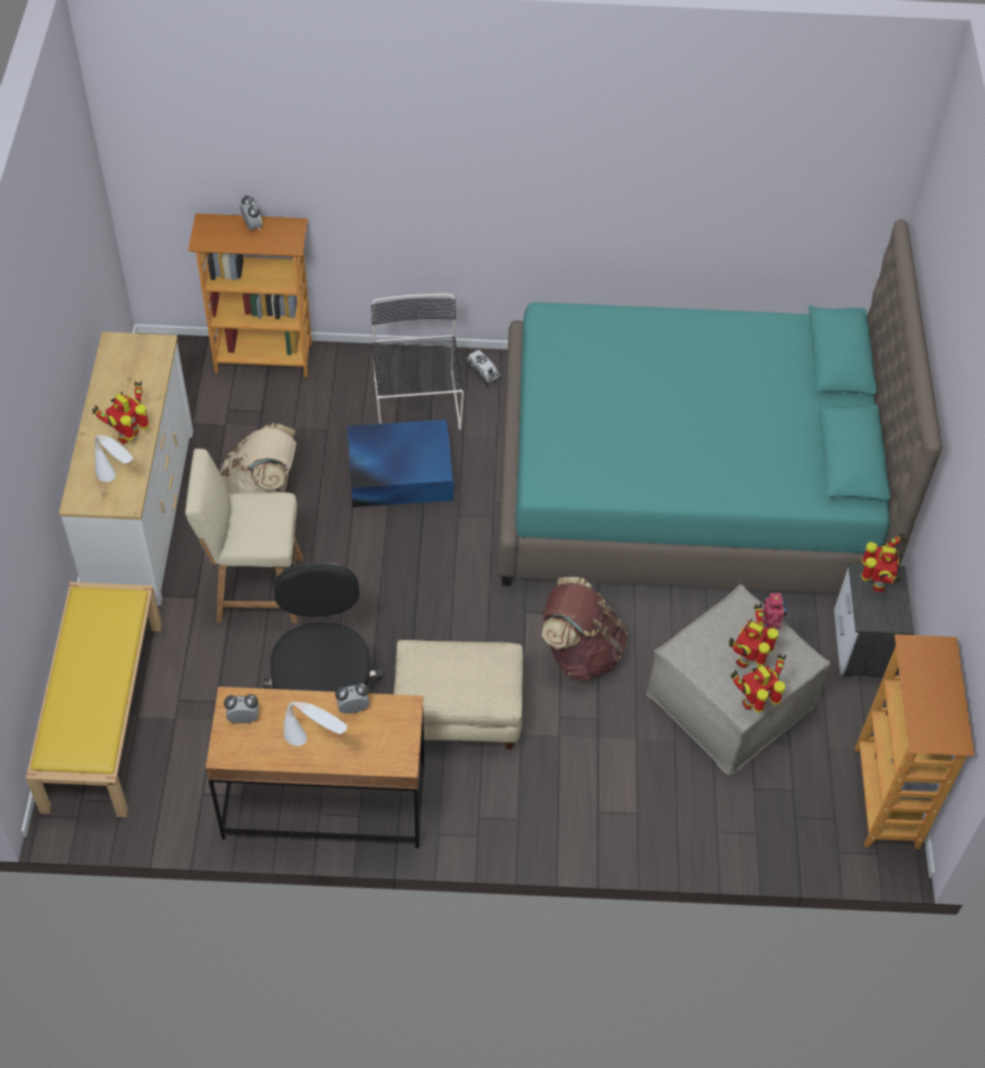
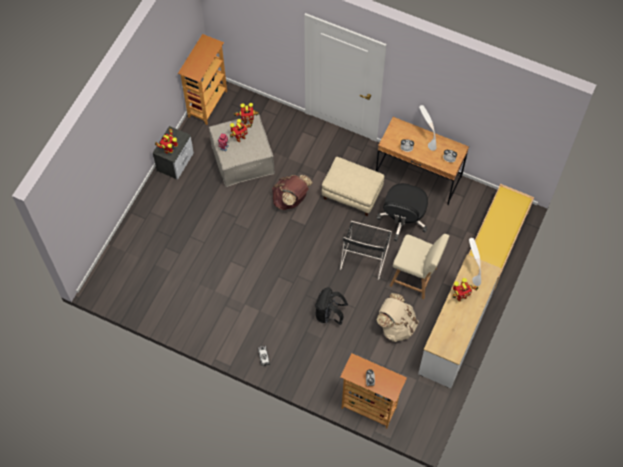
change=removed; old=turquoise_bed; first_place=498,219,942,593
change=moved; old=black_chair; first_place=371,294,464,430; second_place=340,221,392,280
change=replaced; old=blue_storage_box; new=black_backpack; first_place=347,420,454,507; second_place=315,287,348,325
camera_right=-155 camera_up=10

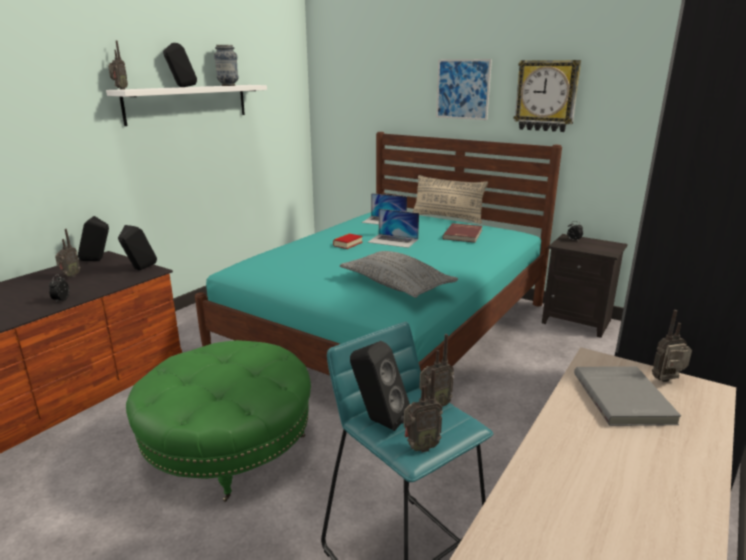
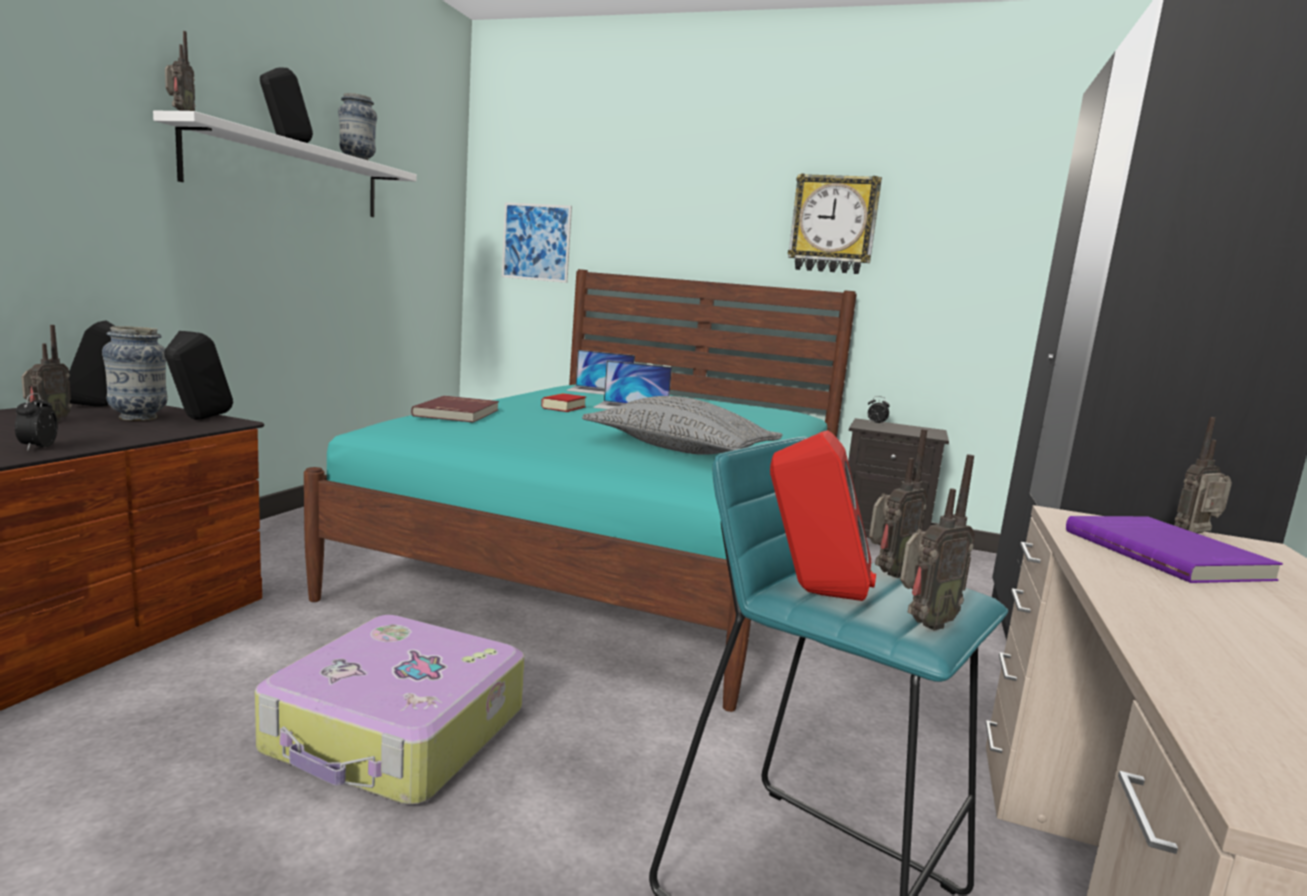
change=removed; old=beige_pillow; first_place=412,175,488,224
change=added; new=vase; second_place=102,326,168,421
change=moved; old=picture; first_place=436,59,492,120; second_place=502,202,572,283
change=moved; old=red_book; first_place=443,223,482,242; second_place=411,396,499,422
change=replaced; old=green_ottoman; new=suitcase; first_place=126,340,311,502; second_place=255,615,524,805
change=recoloured; old=black_speaker; new=red_speaker; first_place=350,341,410,431; second_place=770,430,876,601
change=recoloured; old=grey_book; new=purple_book; first_place=574,366,681,426; second_place=1066,516,1283,583
camera_right=-15 camera_up=-10

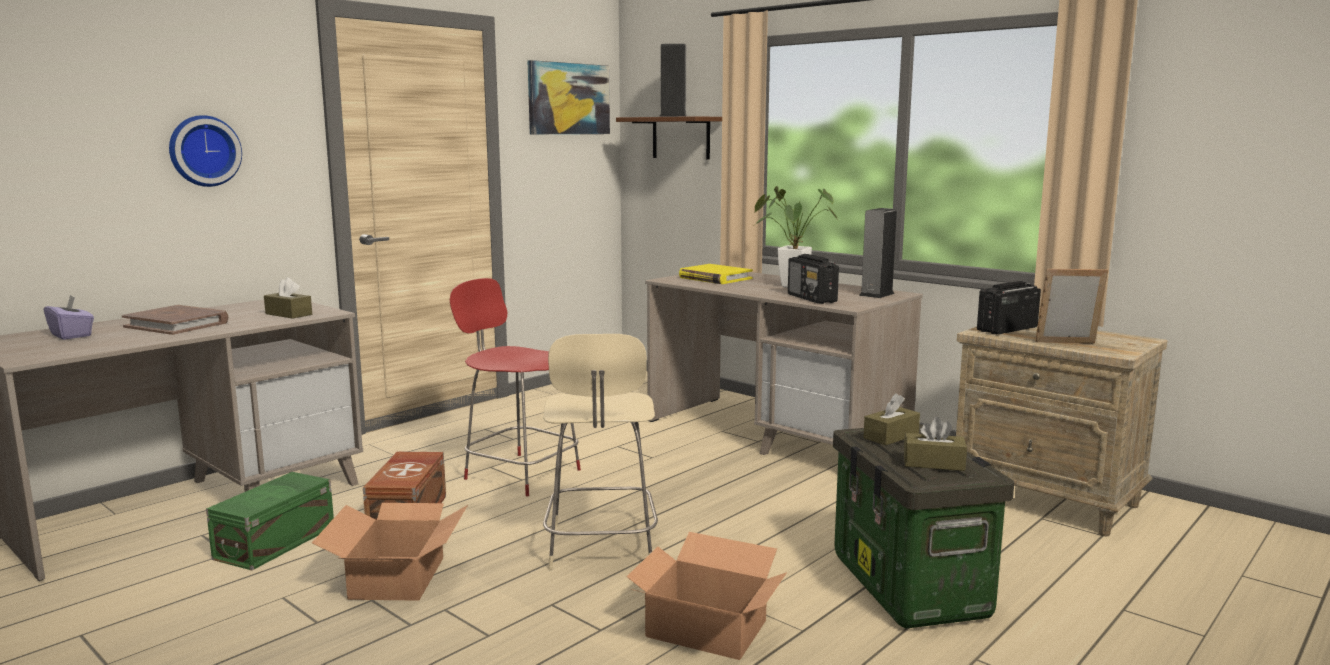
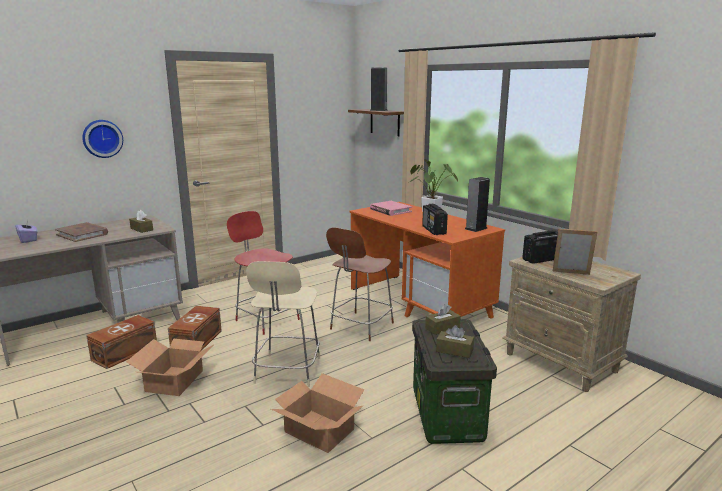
change=removed; old=picture; first_place=528,60,610,134
change=added; new=brown_chair; second_place=326,228,394,341
change=recoloured; old=green_storage_box; new=brown_storage_box; first_place=206,472,334,570; second_place=86,315,157,369
change=recoloured; old=beige_desk; new=orange_desk; first_place=645,272,923,455; second_place=349,202,505,319
change=recoloured; old=yellow_book; new=pink_book; first_place=679,264,753,284; second_place=370,201,412,216
camera_right=10 camera_up=5

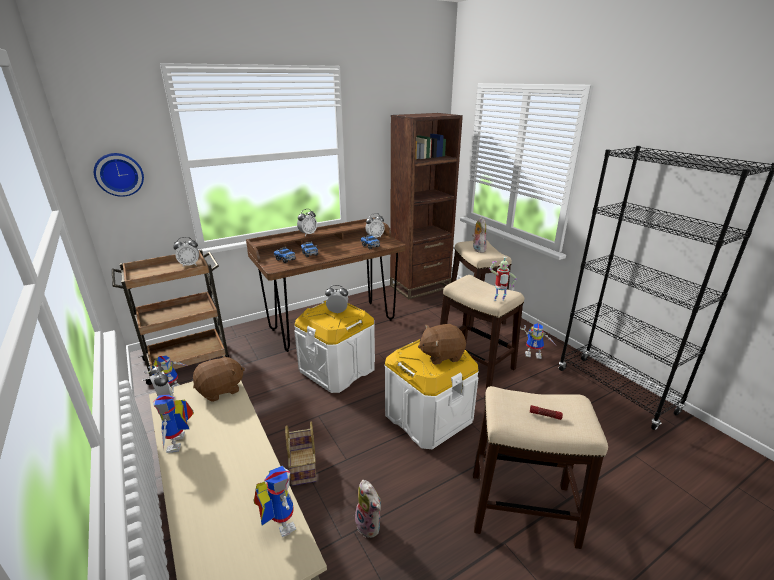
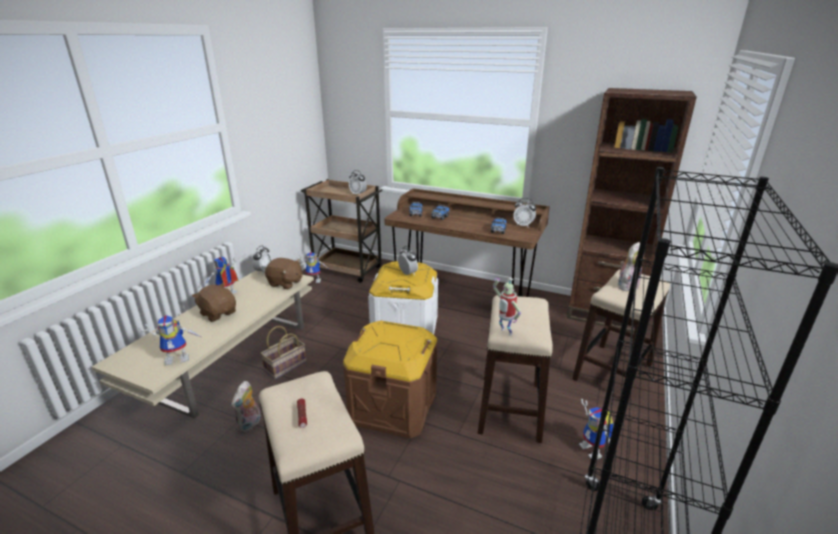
change=removed; old=wall_clock; first_place=94,153,144,197
change=removed; old=alarm_clock; first_place=297,209,317,236
change=moved; old=brown_plush_toy; first_place=418,324,466,365; second_place=192,283,236,322
change=recoloured; old=white_storage_box; new=brown_storage_box; first_place=385,339,479,449; second_place=343,321,437,439
change=turned; old=toy_robot; first_place=253,466,296,537; second_place=139,315,203,365; degrees=45
camera_right=55 camera_up=0

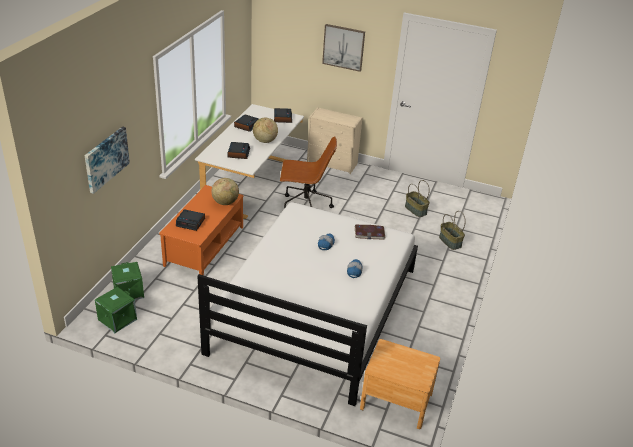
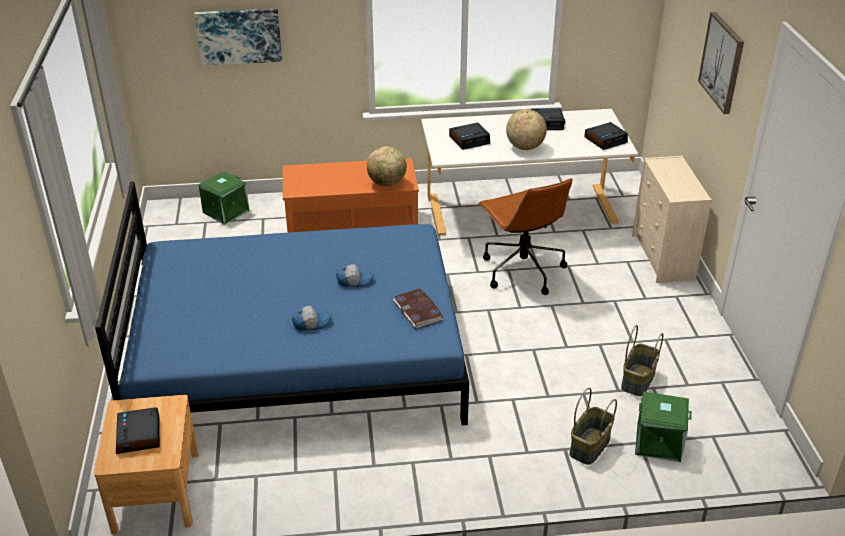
change=moved; old=green_storage_box; first_place=95,287,137,333; second_place=635,392,692,462
change=moved; old=alarm_clock; first_place=176,209,205,231; second_place=116,407,160,454
change=recoloured; old=white_bed; new=blue_bed; first_place=197,202,418,406; second_place=95,181,469,425
camera_right=65 camera_up=0

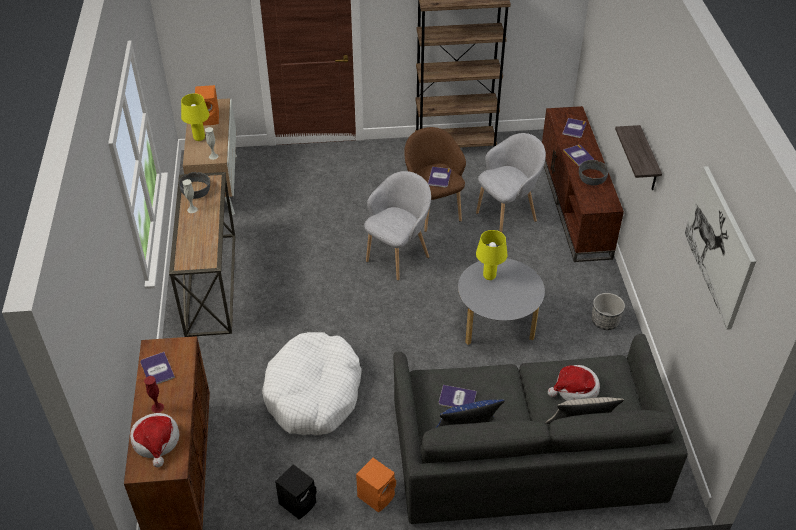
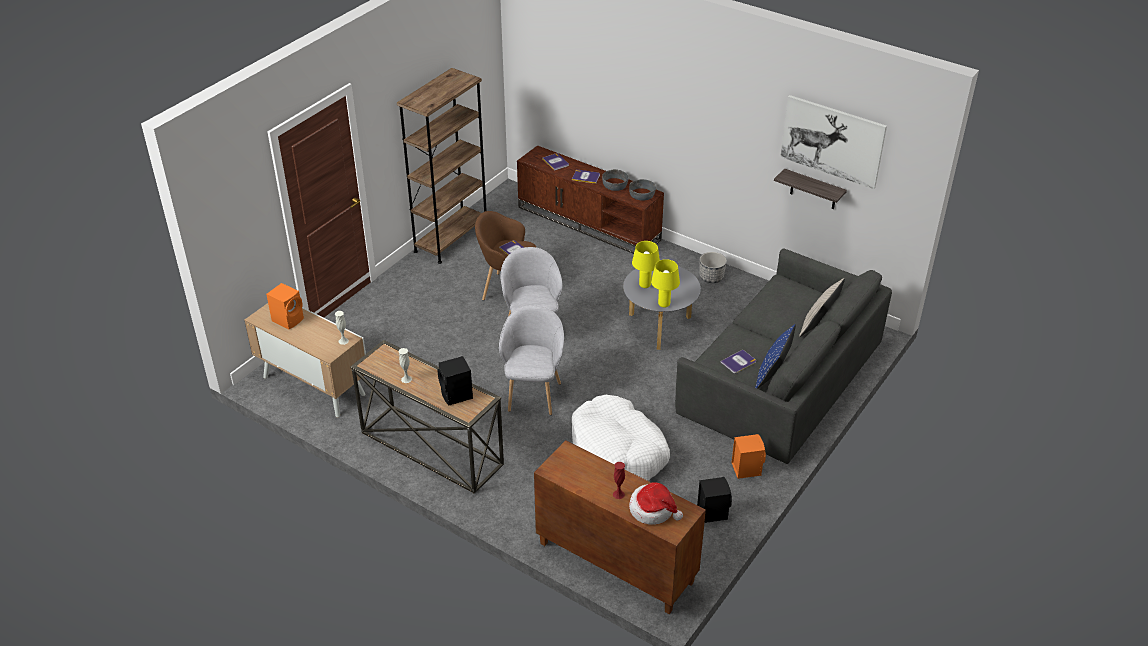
change=removed; old=book; first_place=140,352,175,384
change=removed; old=hat; first_place=548,365,600,401
change=added; new=black_speaker; second_place=437,356,473,405
change=moved; old=grey_bowl; first_place=179,172,210,199; second_place=629,179,656,201
change=moved; old=yellow_table_lamp; first_place=181,93,209,141; second_place=651,259,680,308
change=moved; old=grey_armchair; first_place=476,133,546,233; second_place=499,305,564,415
change=moved; old=shelf; first_place=615,125,662,190; second_place=774,168,847,209
camera_right=-50 camera_up=-5

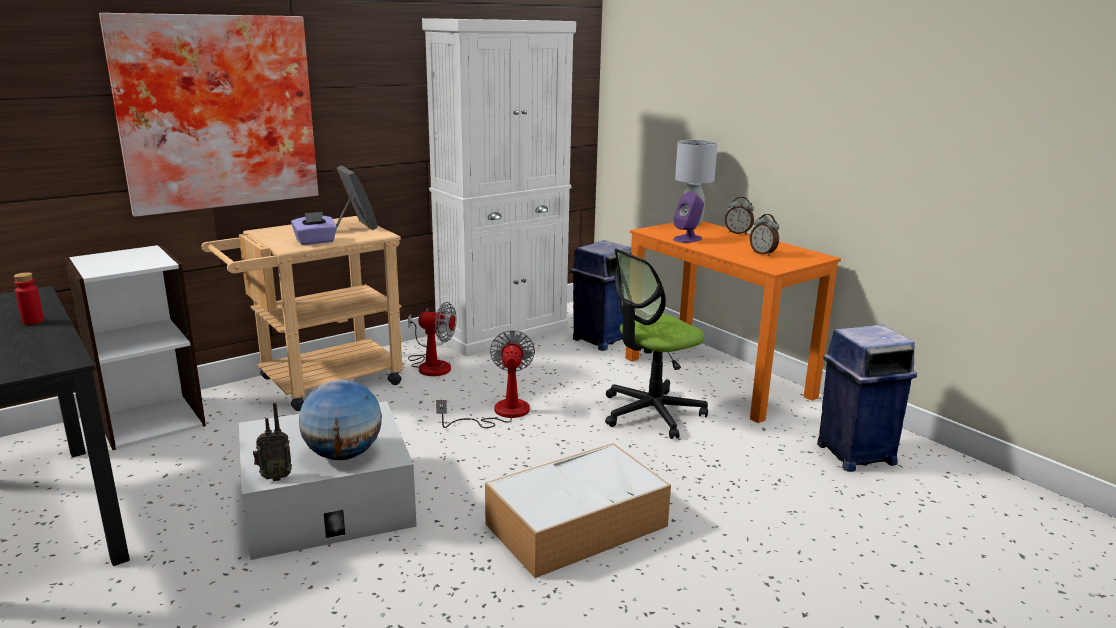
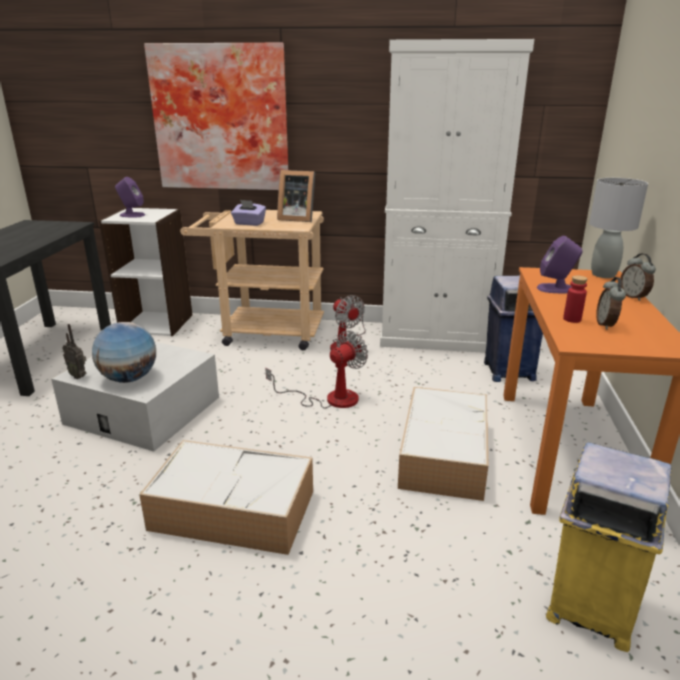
change=added; new=purple_speaker; second_place=115,177,145,218
change=moved; old=red_bottle; first_place=14,272,44,325; second_place=563,276,587,323
change=replaced; old=office_chair; new=storage_box; first_place=605,249,708,439; second_place=398,387,488,501
change=recoloured; old=blue_trash_can; new=yellow_trash_can; first_place=817,325,917,472; second_place=546,442,672,652
change=turned; old=picture_frame; first_place=336,166,377,230; second_place=277,170,315,222; degrees=90
camera_right=45 camera_up=5

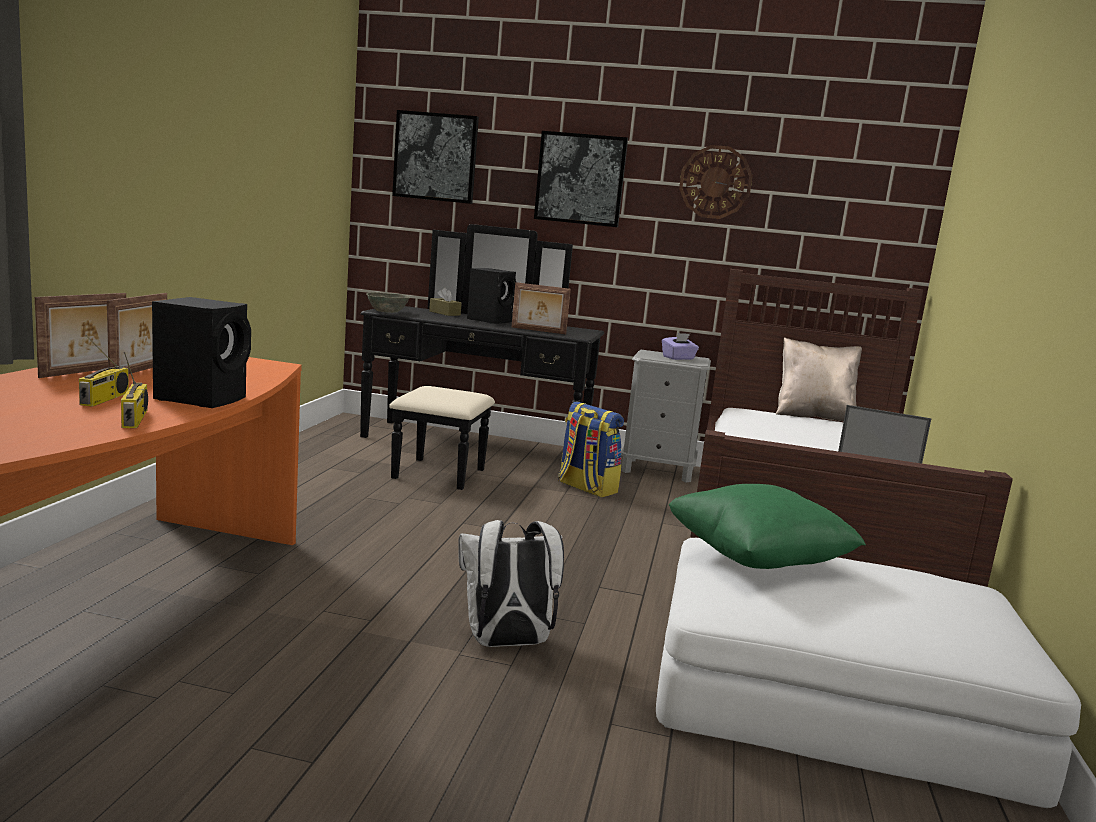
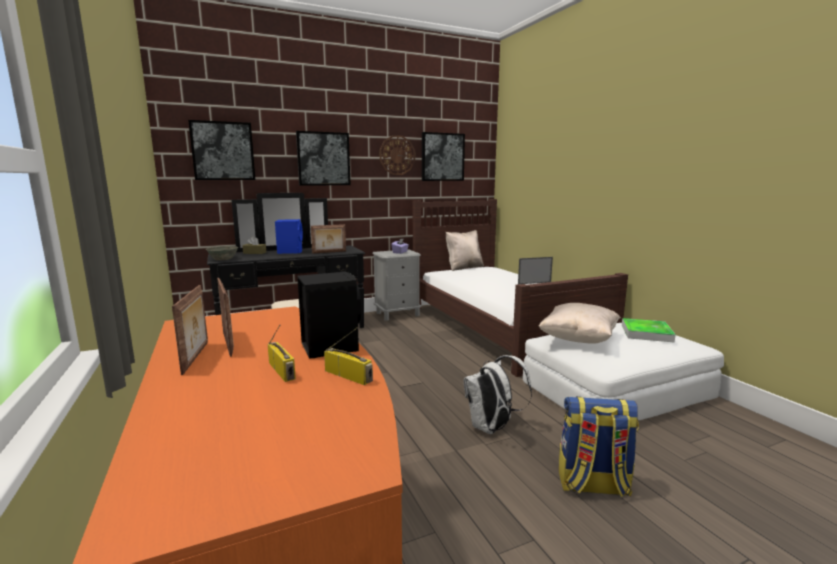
change=added; new=picture; second_place=422,132,465,181
change=added; new=tray; second_place=622,318,676,343
change=moved; old=backpack; first_place=558,402,624,497; second_place=559,397,639,497
change=recoloured; old=black_speaker; new=blue_speaker; first_place=467,268,516,324; second_place=275,219,303,254
change=recoloured; old=green_pillow; new=beige_pillow; first_place=669,484,866,569; second_place=539,303,621,344
camera_right=-35 camera_up=0

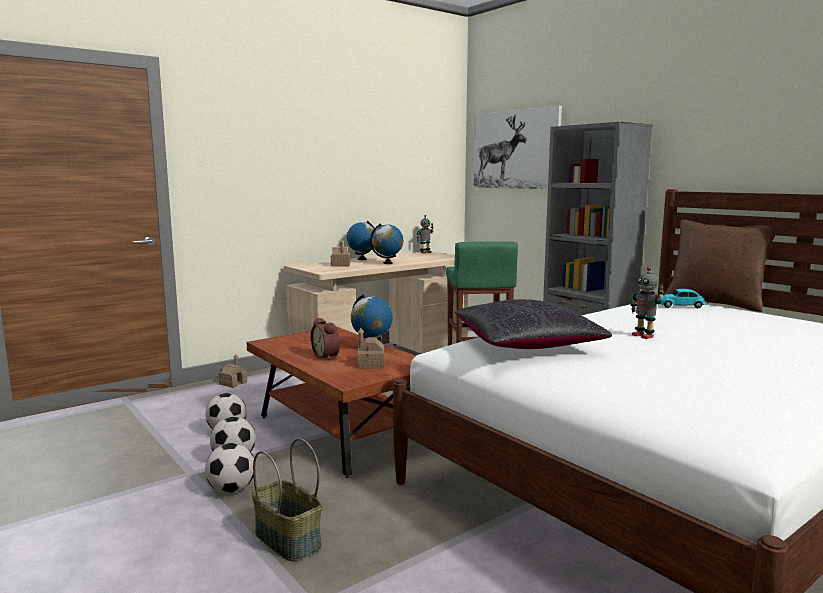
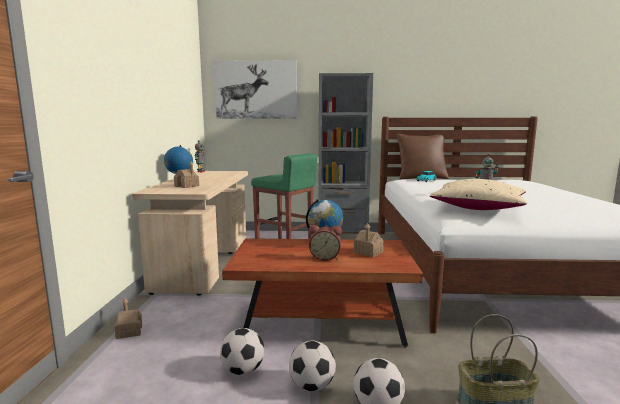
change=removed; old=globe; first_place=370,223,403,264
change=recoloured; old=black_pillow; new=beige_pillow; first_place=455,299,612,349; second_place=430,179,527,210
camera_right=-50 camera_up=0

